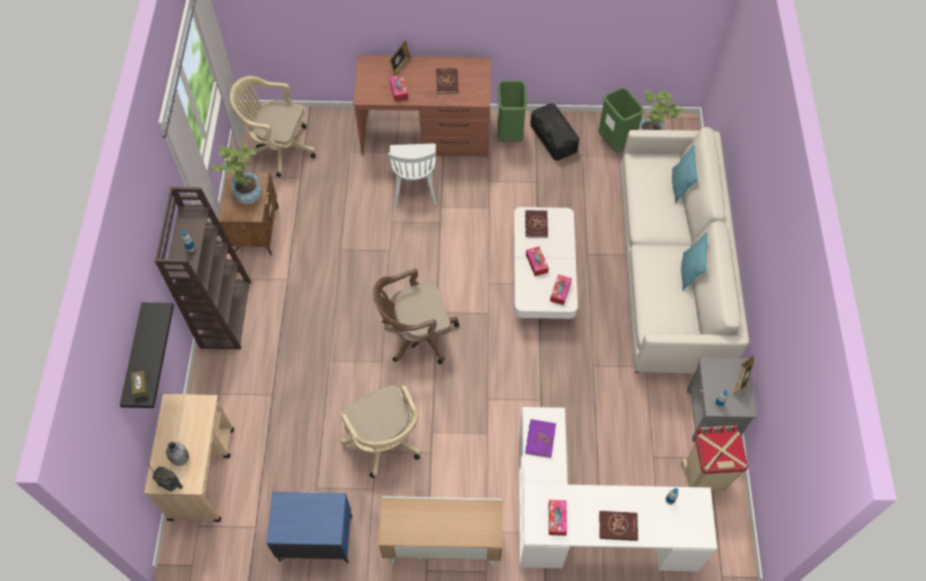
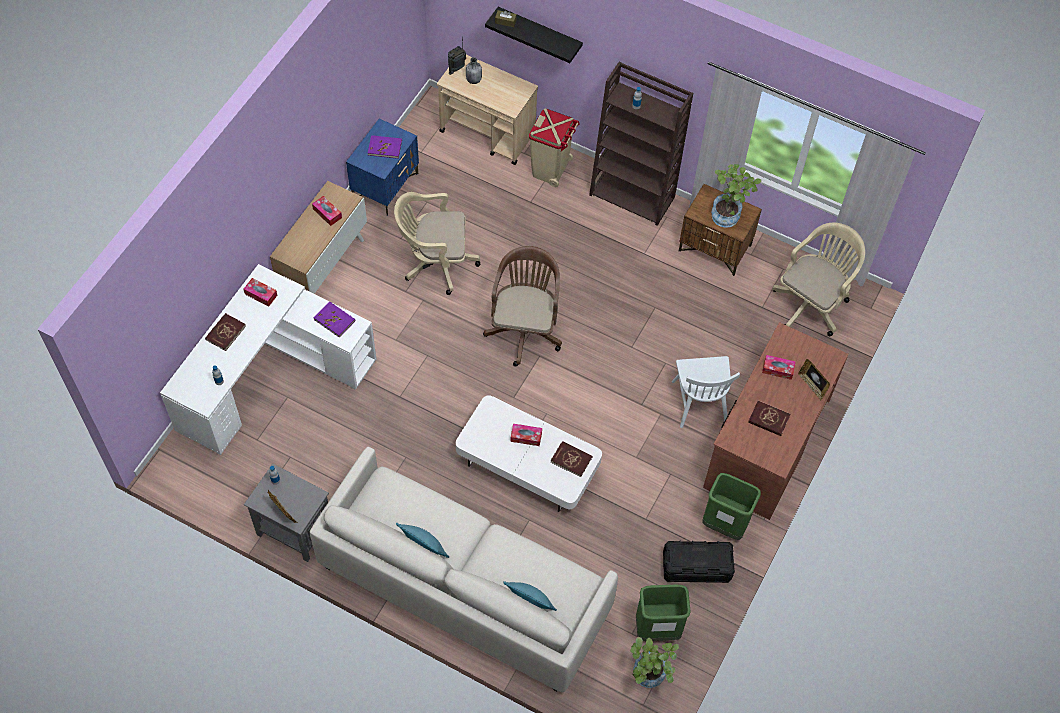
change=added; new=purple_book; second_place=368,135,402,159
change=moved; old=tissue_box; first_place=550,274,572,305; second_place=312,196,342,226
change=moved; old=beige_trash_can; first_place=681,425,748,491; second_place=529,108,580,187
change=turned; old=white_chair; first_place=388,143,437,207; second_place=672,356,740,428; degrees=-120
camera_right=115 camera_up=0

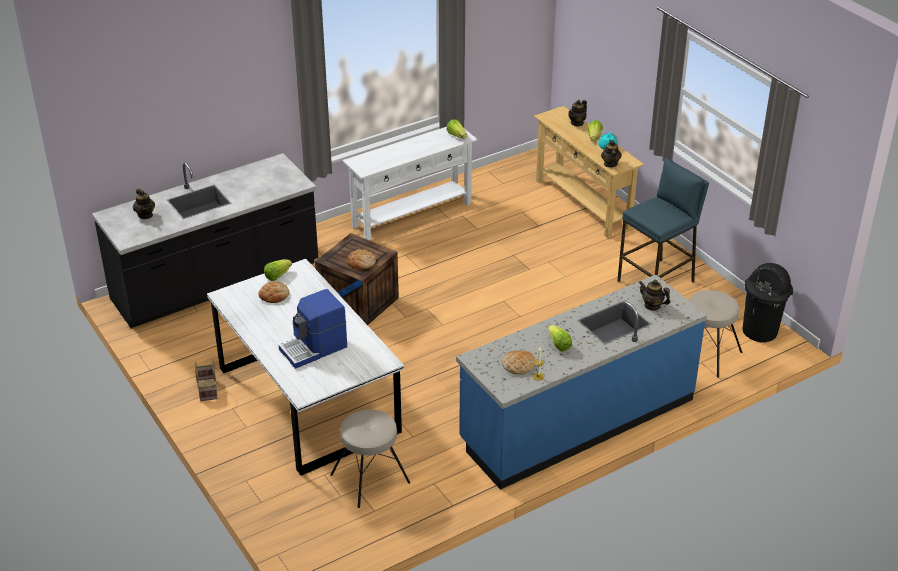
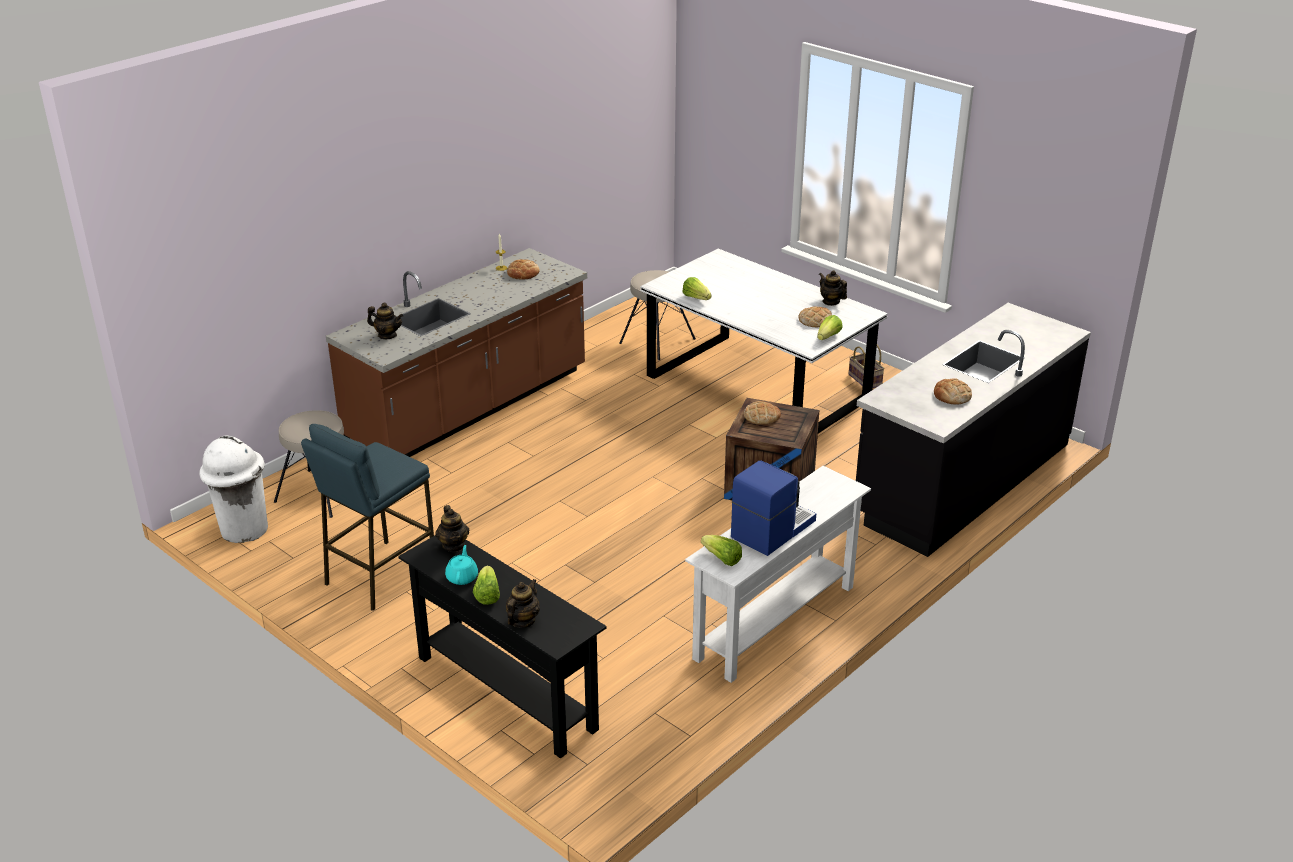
change=added; new=bread; second_place=934,378,972,405
change=moved; old=teapot; first_place=133,189,155,219; second_place=819,270,847,306
change=moved; old=coffee_machine; first_place=279,289,347,369; second_place=731,460,816,556
change=moved; old=lettuce; first_place=548,325,572,352; second_place=682,277,712,300
change=recoloured; old=blue_counter; new=brown_counter; first_place=456,275,707,490; second_place=326,248,587,457
change=recoloured; old=beige_console_table; new=black_console_table; first_place=534,106,644,238; second_place=398,536,607,759
change=recoloured; old=black_trash_can; new=white_trash_can; first_place=743,263,793,343; second_place=199,435,268,543
camera_right=165 camera_up=-5

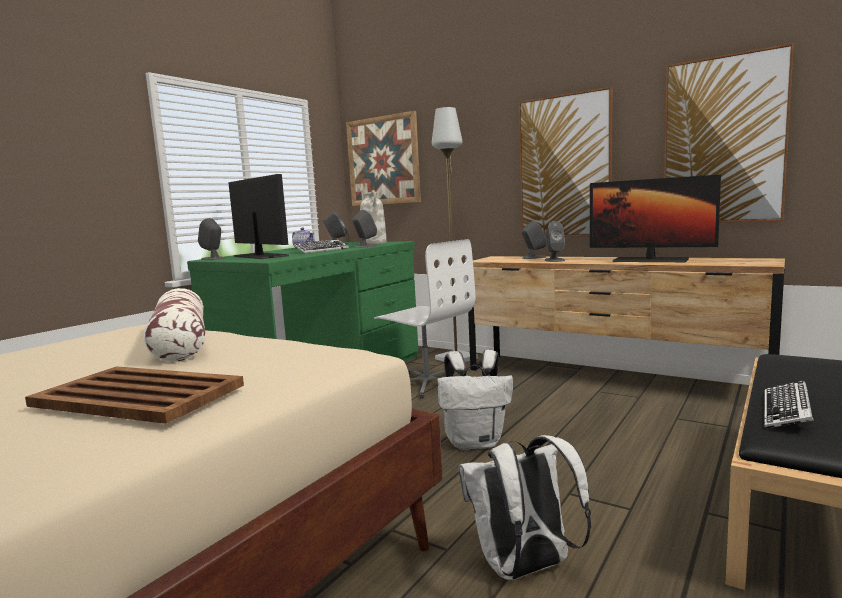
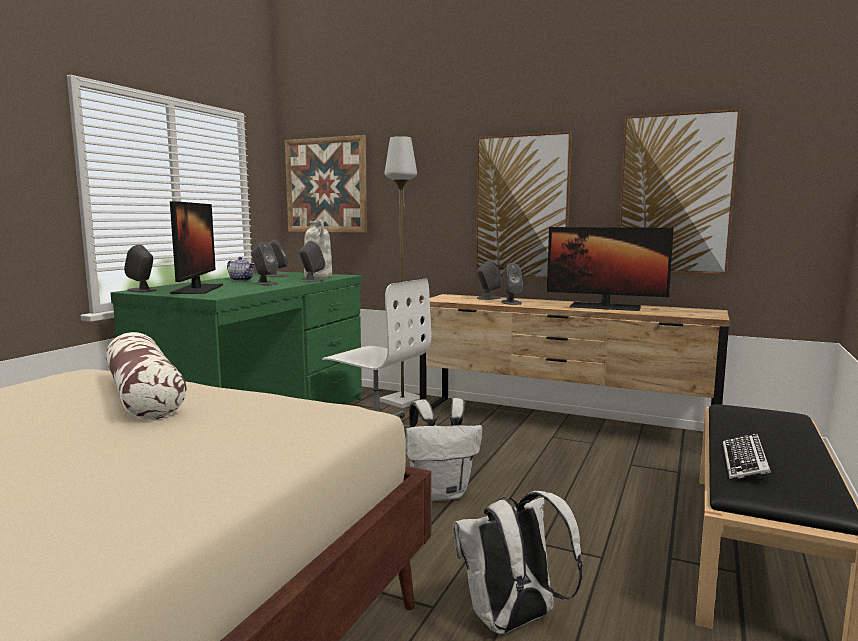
change=removed; old=brown_tray; first_place=25,366,244,424
change=replaced; old=keyboard; new=grey_speaker; first_place=294,240,349,253; second_place=252,242,278,285
change=turned; old=monitor; first_place=228,174,289,259; second_place=170,201,223,294; degrees=45
camera_right=-10 camera_up=0

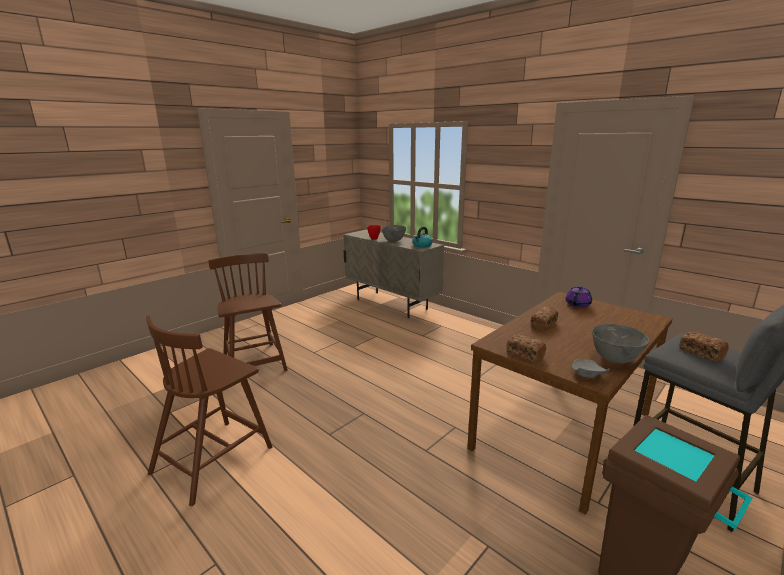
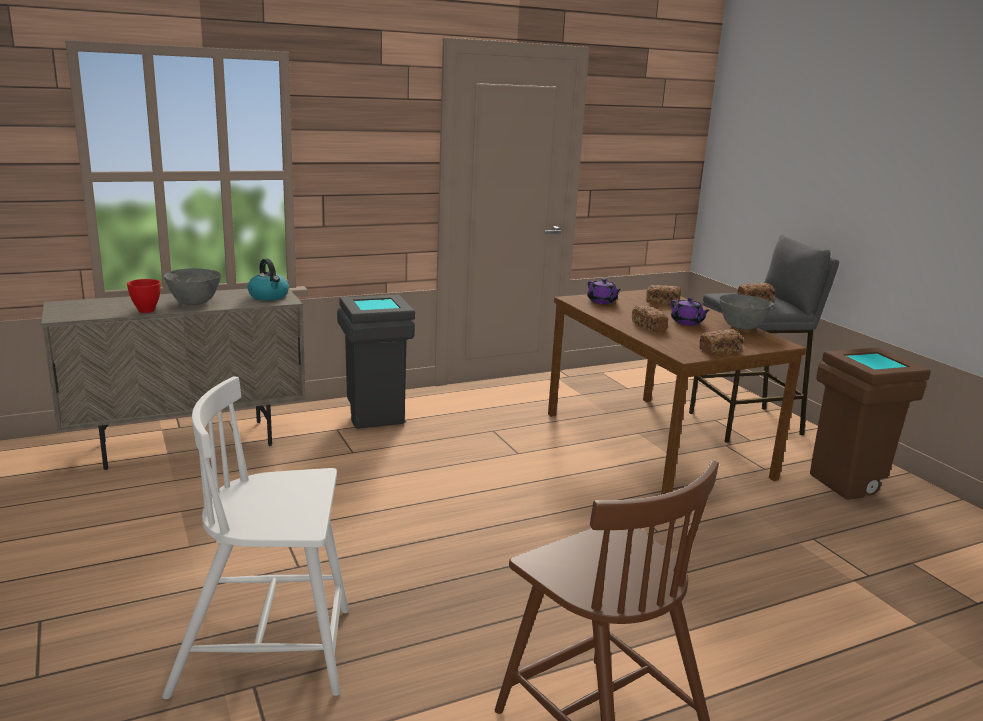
change=removed; old=grey_plate; first_place=572,359,610,378
change=added; new=grey_trash_can; second_place=337,295,415,429
change=added; new=bread; second_place=646,285,681,305
change=added; new=purple_teapot; second_place=670,297,710,325
change=recoloured; old=brown_chair; new=white_chair; first_place=208,253,288,371; second_place=162,377,349,699
camera_right=-70 camera_up=0

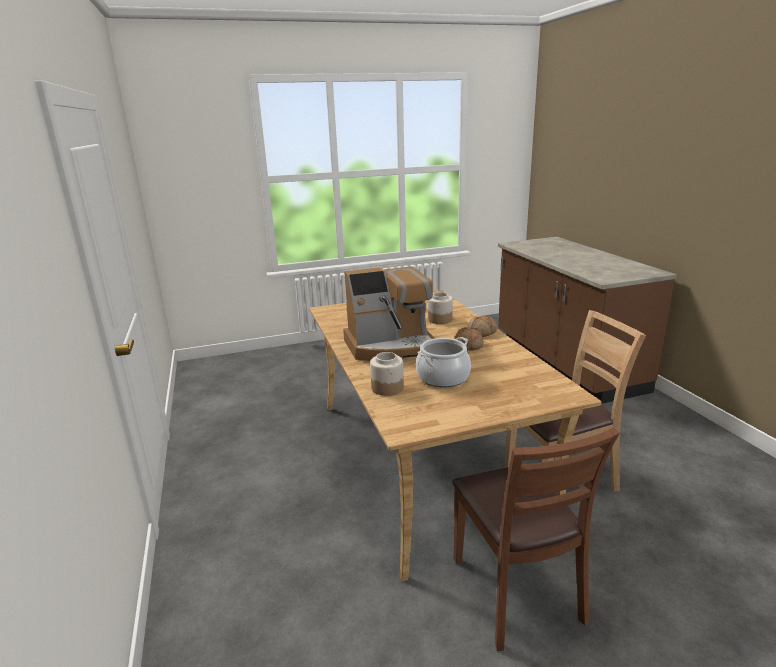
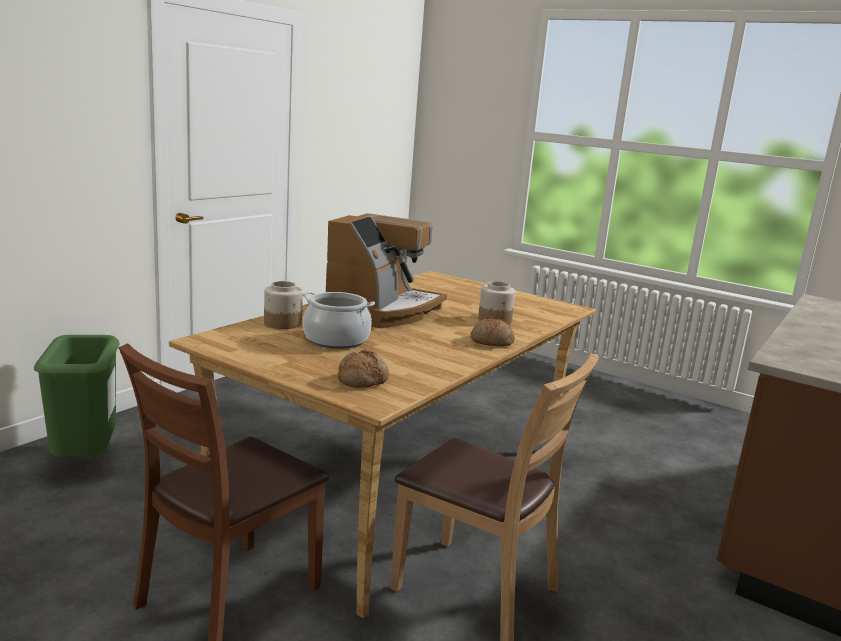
change=added; new=green_trash_can; second_place=34,335,120,458
change=moved; old=bread; first_place=455,327,483,350; second_place=337,350,389,388
change=turned; old=coffee_machine; first_place=343,266,435,361; second_place=326,213,447,328; degrees=-105
camera_right=50 camera_up=-5

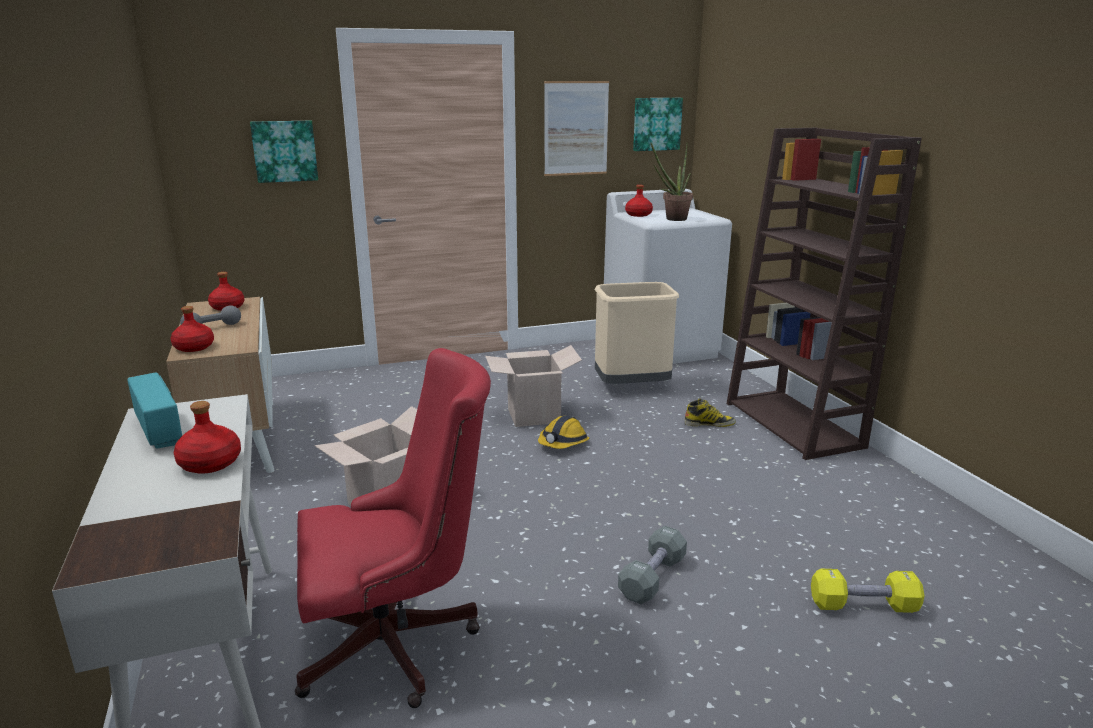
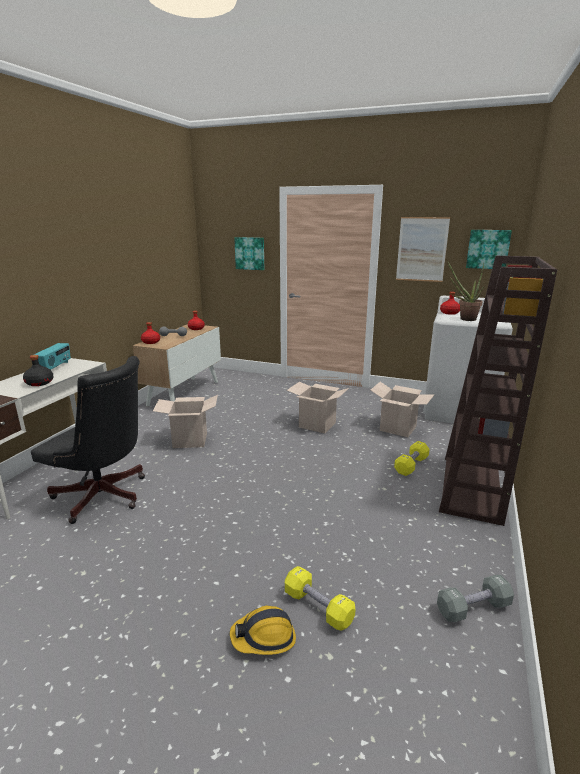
change=moved; old=hard_hat; first_place=538,415,589,449; second_place=230,606,296,655
change=moved; old=grey_dumbbell; first_place=618,526,687,604; second_place=437,575,514,622
change=replaced; old=beige_trash_can; new=cardboard_box; first_place=595,282,679,384; second_place=371,382,434,437
change=replaced; old=boot; new=yellow_dumbbell; first_place=684,398,736,427; second_place=394,441,430,476
change=recoloured; old=red_bottle; new=black_bottle; first_place=174,401,241,474; second_place=23,355,54,386
change=recoloured; old=red_office_chair; new=black_office_chair; first_place=295,348,491,708; second_place=31,356,145,524
camera_right=40 camera_up=0

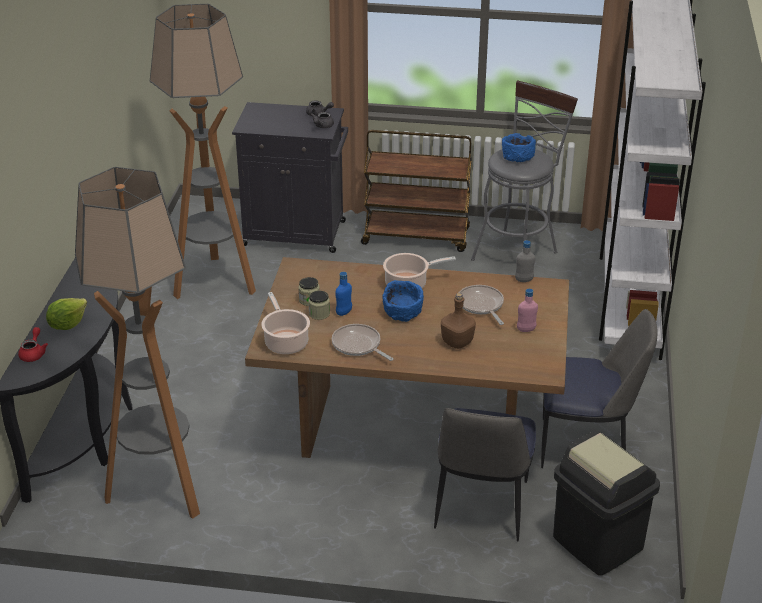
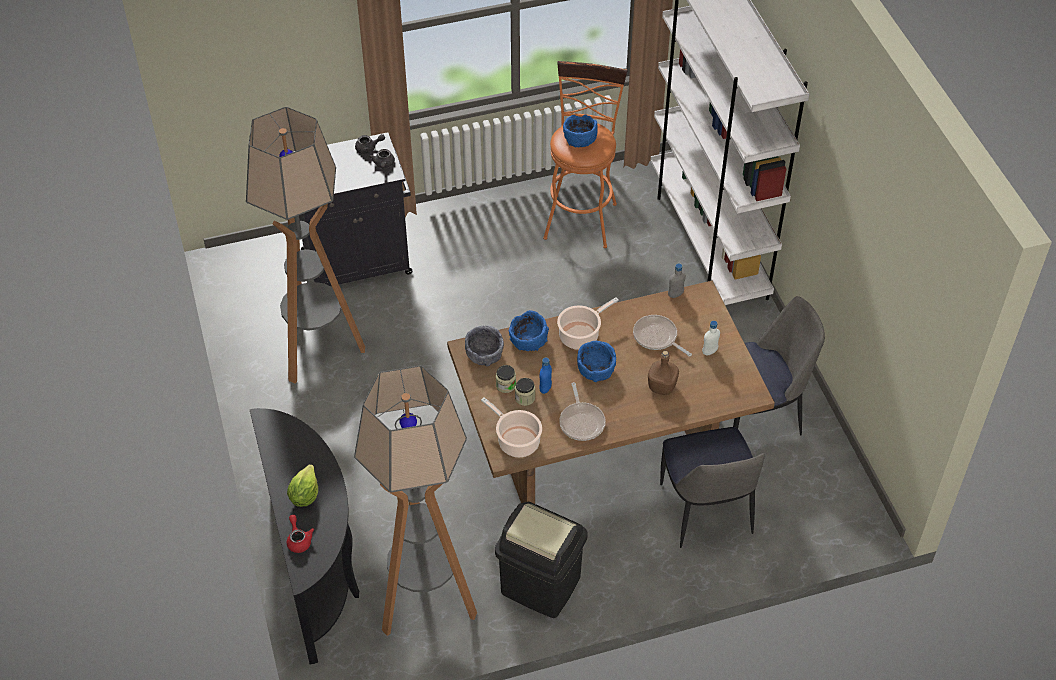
change=removed; old=brown_cart; first_place=361,130,472,252
change=added; new=grey_bowl; second_place=465,326,504,366
change=added; new=blue_bowl; second_place=509,310,549,351
change=moved; old=black_trash_can; first_place=553,430,660,576; second_place=495,502,588,618
change=recoloured; old=grey_stool; new=orange_stool; first_place=471,80,578,261; second_place=543,61,628,248
change=recoloured; old=pink_bottle; new=white_bottle; first_place=517,289,538,332; second_place=702,321,720,356
change=turned; old=frying_pan; first_place=332,324,394,361; second_place=559,382,606,441; degrees=-120
camera_right=-25 camera_up=15

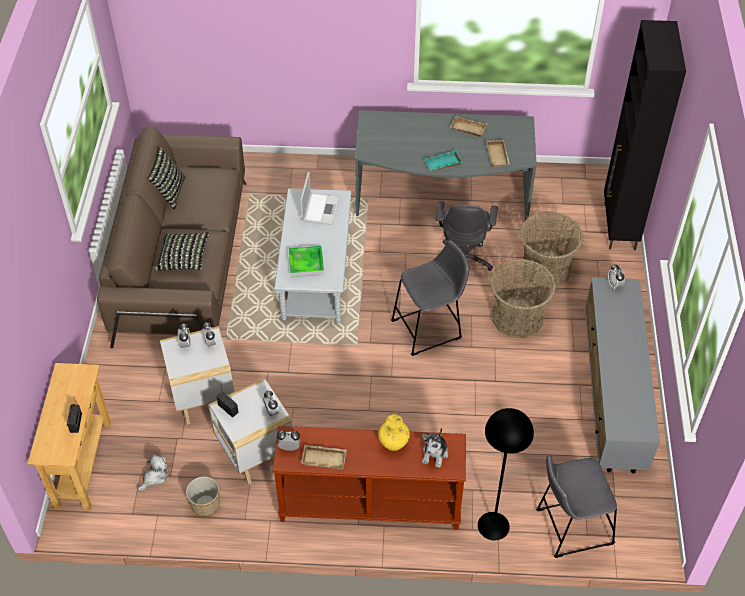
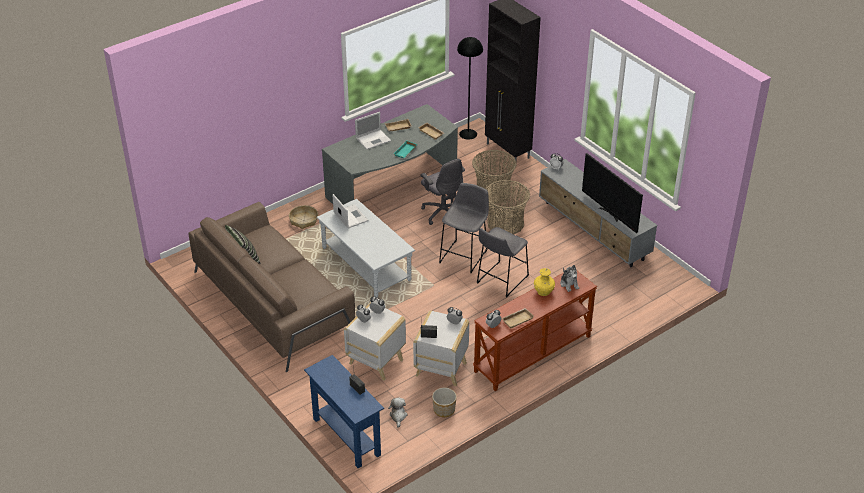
change=removed; old=pillow; first_place=155,232,210,271
change=removed; old=tray; first_place=289,246,324,277
change=added; new=basket; second_place=289,205,318,229
change=added; new=laptop; second_place=355,112,391,150
change=added; new=television; second_place=582,153,643,233
change=moved; old=black_floor_lamp; first_place=478,408,534,540; second_place=457,37,483,140
change=moved; old=grey_stool; first_place=536,455,617,558; second_place=477,227,529,297
change=recoloured; old=beige_console_table; new=blue_console_table; first_place=27,363,111,511; second_place=304,355,384,468
camera_right=-40 camera_up=-10

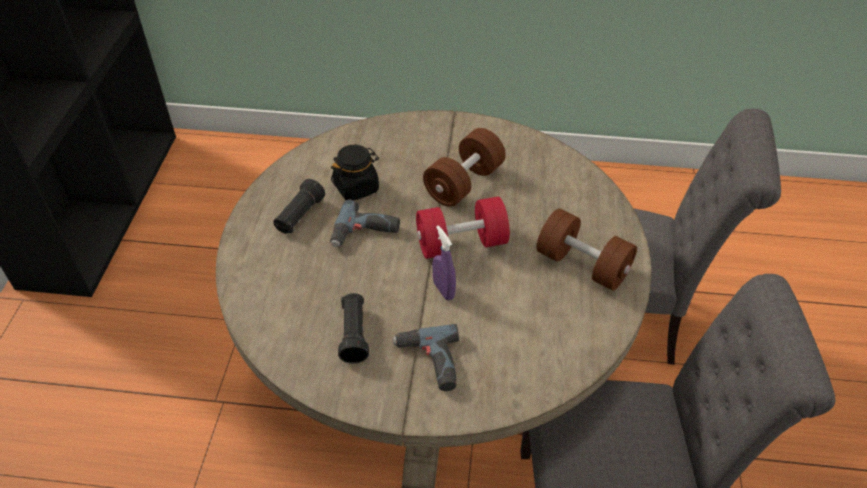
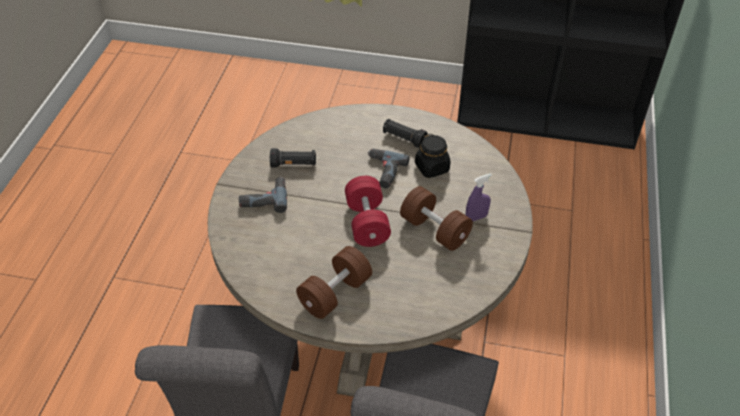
change=moved; old=purple_spray_bottle; first_place=432,225,456,300; second_place=466,174,492,221
camera_right=95 camera_up=0

